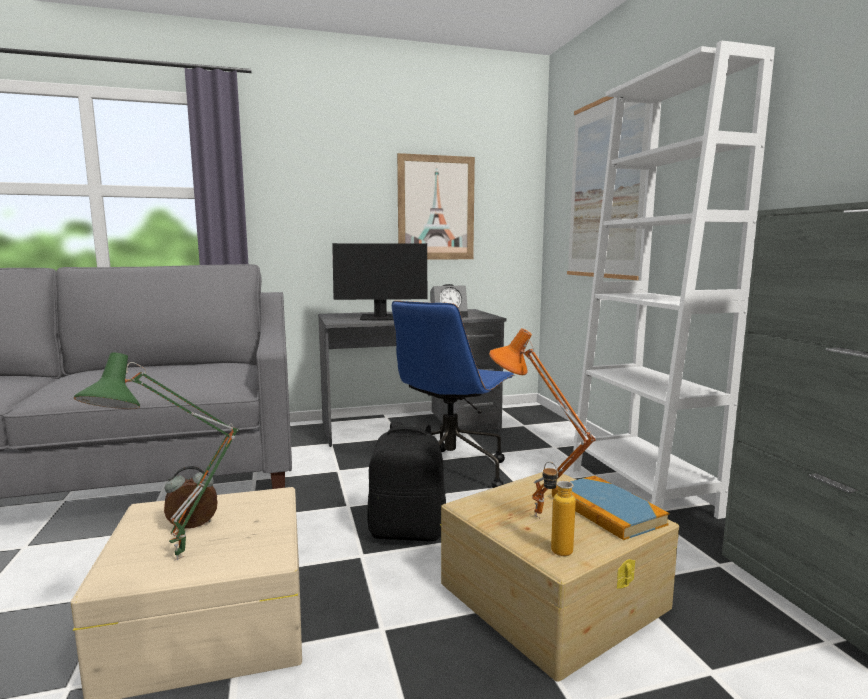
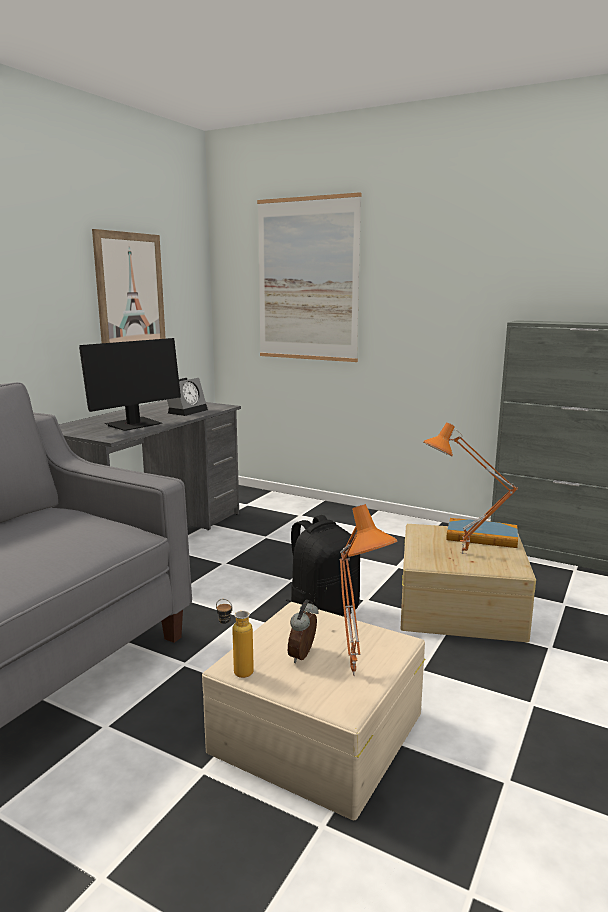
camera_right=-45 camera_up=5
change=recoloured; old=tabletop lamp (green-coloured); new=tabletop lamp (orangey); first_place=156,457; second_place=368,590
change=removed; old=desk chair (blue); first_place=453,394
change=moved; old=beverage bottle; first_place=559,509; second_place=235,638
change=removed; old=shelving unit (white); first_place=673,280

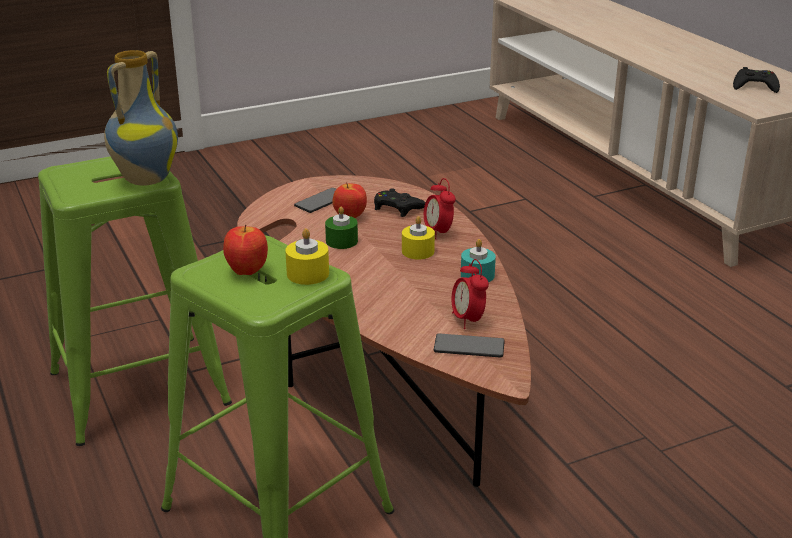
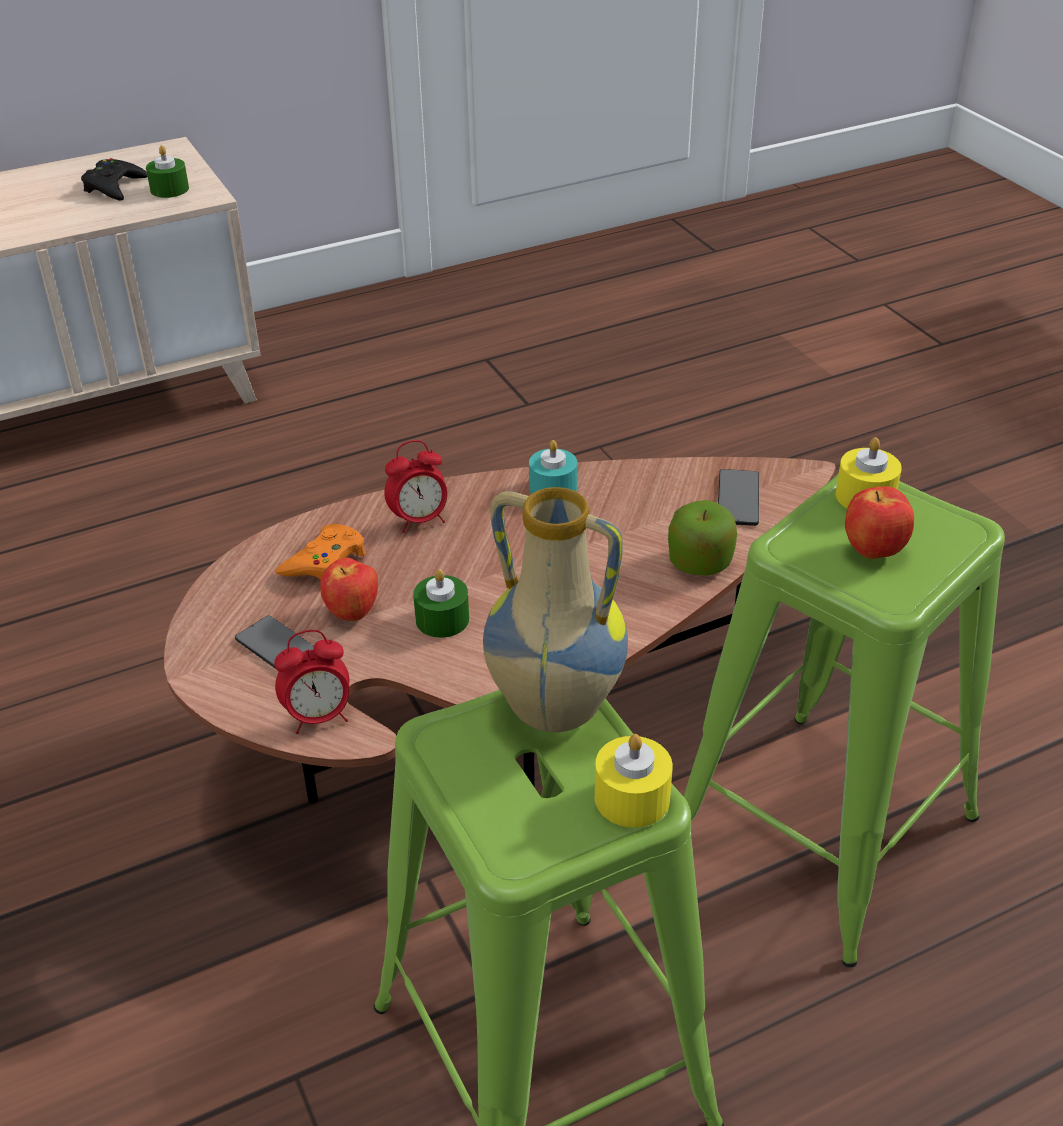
camera_right=-90 camera_up=10
change=recoloured; old=joypad (blackish); new=joypad (orangey); first_place=399,202; second_place=320,552
change=moved; old=wax light (yellow-coloured); first_place=418,238; second_place=634,781
change=moved; old=bedside clock; first_place=470,294; second_place=312,682
change=added; new=wax light (green-coloured); second_place=167,171
change=added; new=apple fruit; second_place=702,537

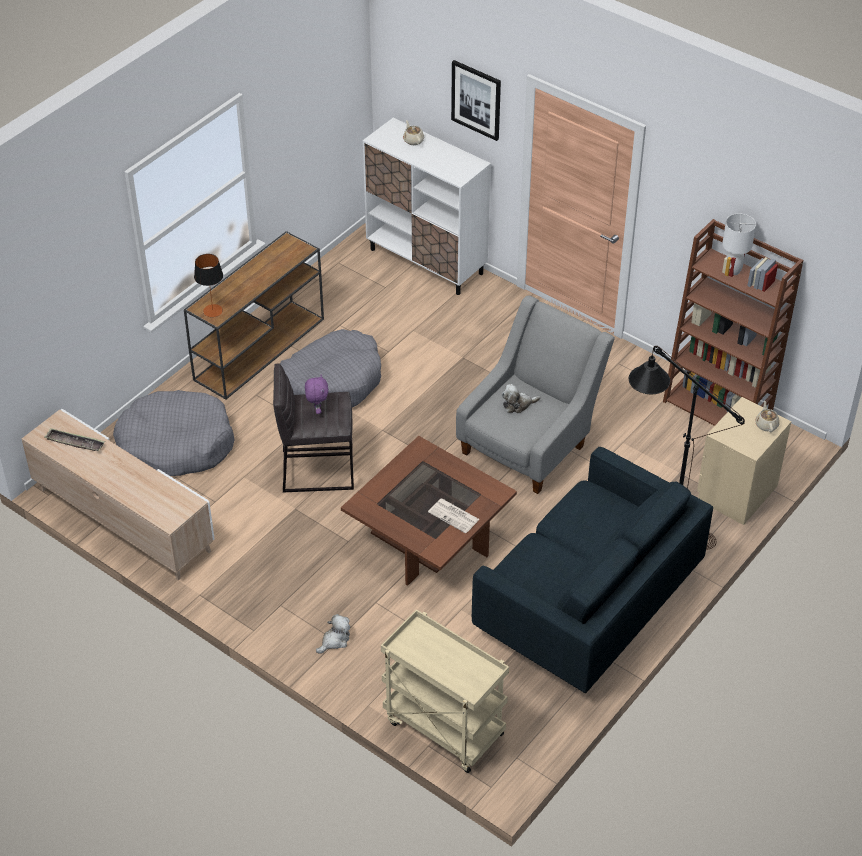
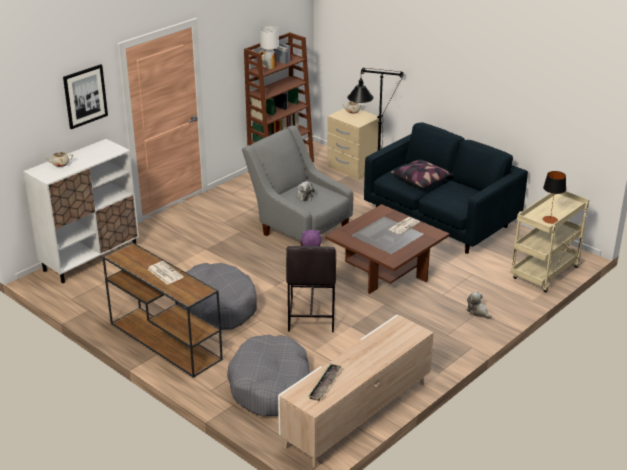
camera_right=-85 camera_up=-15
change=moved; old=tabletop lamp; first_place=208,285; second_place=554,197
change=added; new=printed paper; second_place=166,273
change=added; new=cushion; second_place=422,174

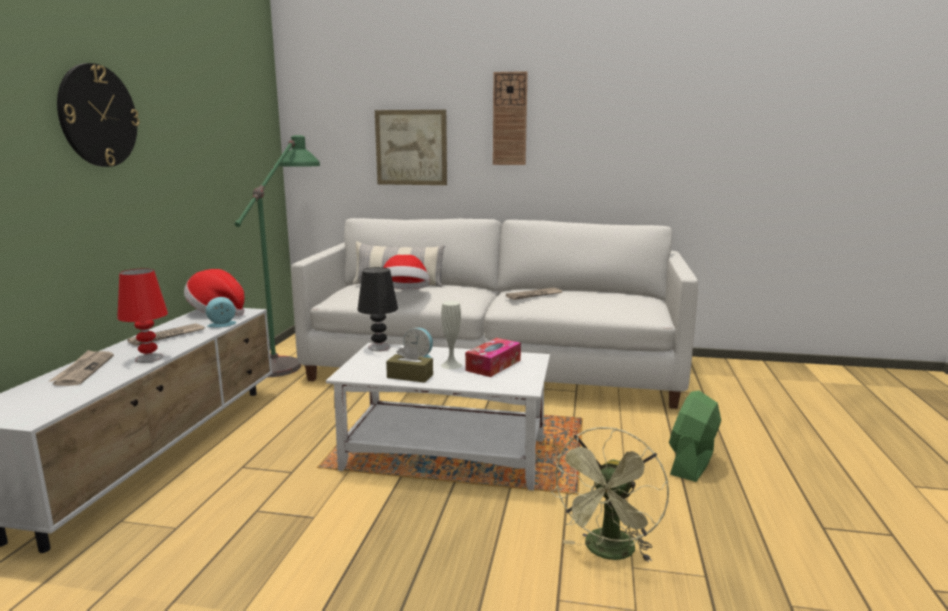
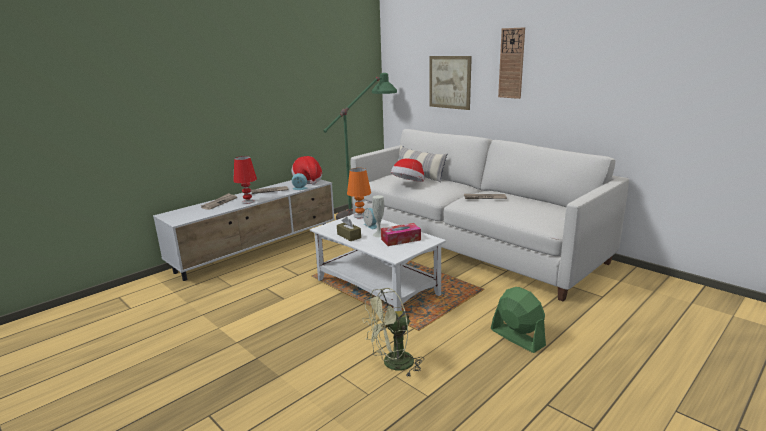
camera_right=35 camera_up=5
change=removed; old=hanging clock; first_place=98,115
change=recoloured; old=tabletop lamp (blackish); new=tabletop lamp (orangey); first_place=377,309; second_place=359,193
change=turned; old=electric fan (green-coloured); first_place=695,436; second_place=518,320; degrees=75

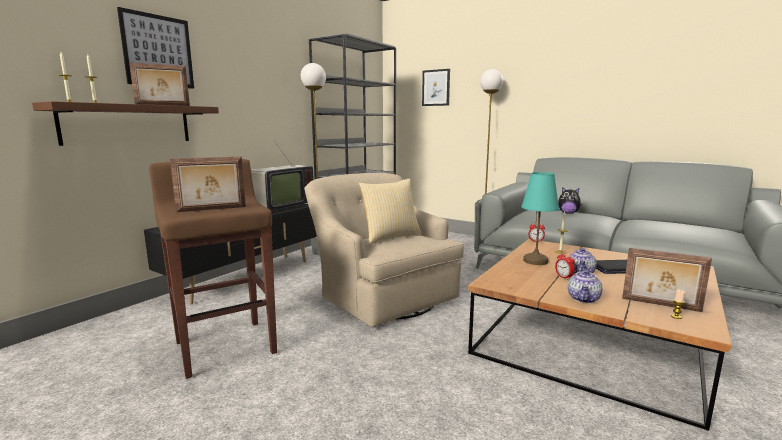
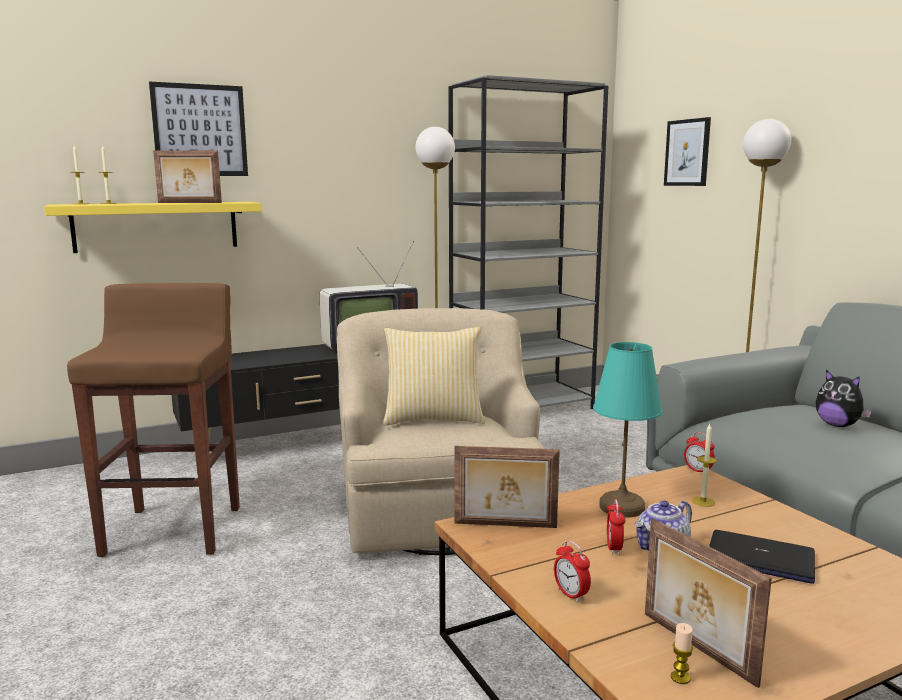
camera_right=30 camera_up=0
change=recoloured; old=shelf (brownish); new=shelf (yellow-coloured); first_place=125,123; second_place=153,227
change=moved; old=photo frame; first_place=208,184; second_place=507,487
change=replaced; old=tea pot; new=bedside clock; first_place=585,286; second_place=572,571

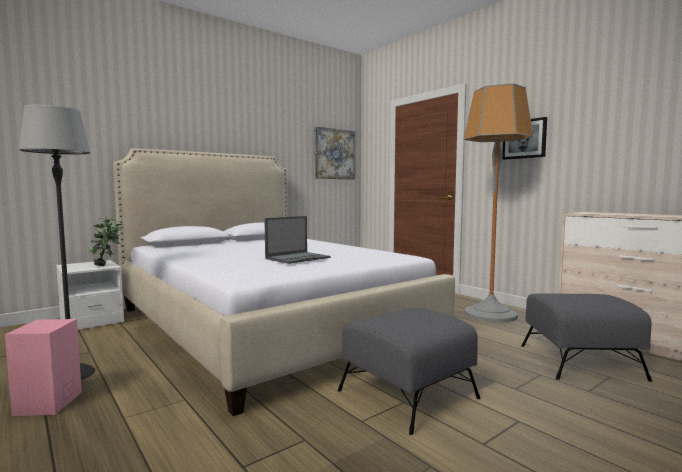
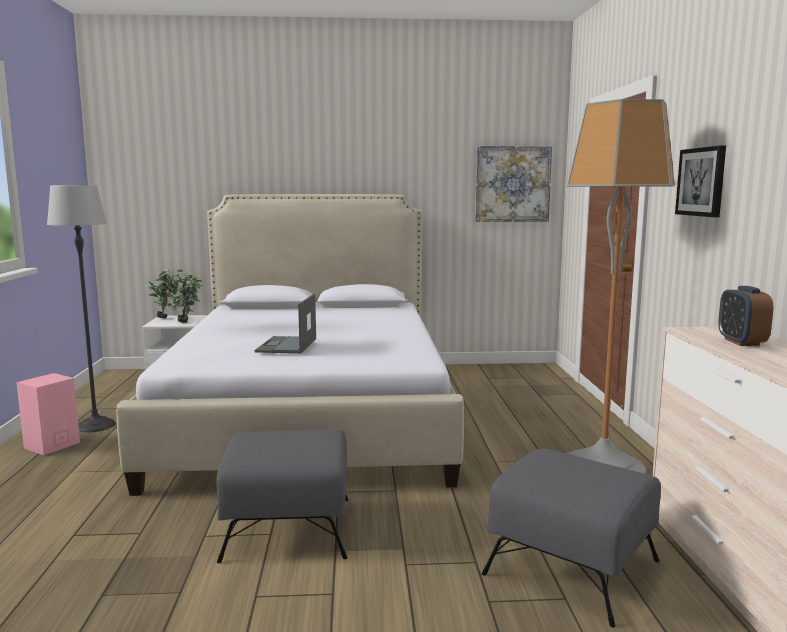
camera_right=35 camera_up=5
change=turned; old=laptop; first_place=297,240; second_place=285,324; degrees=105
change=added; new=plant in a pot; second_place=165,294
change=added; new=bedside clock; second_place=745,316

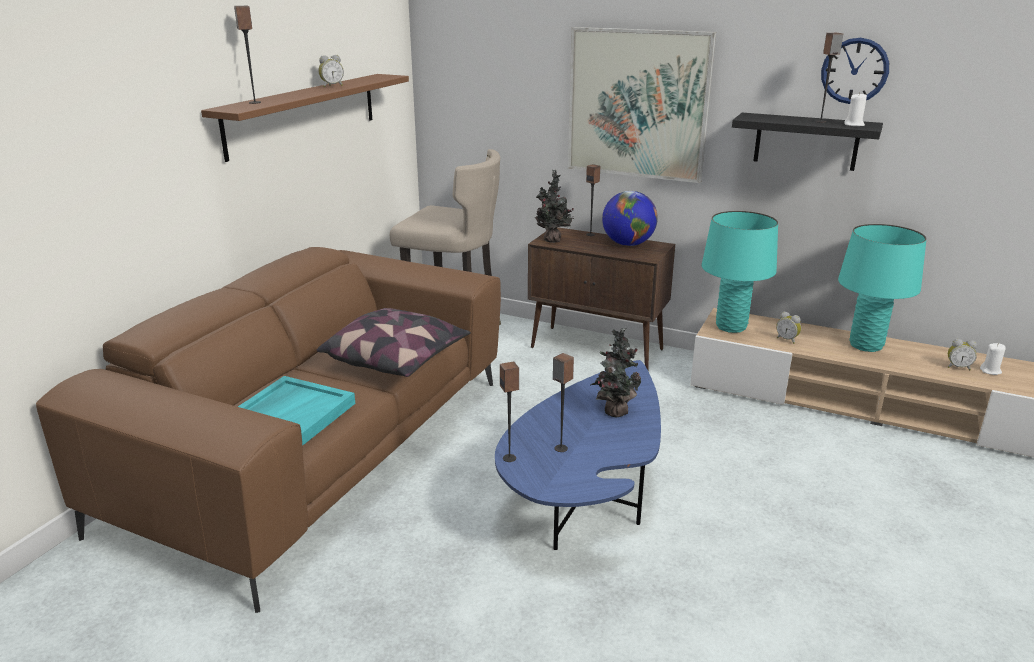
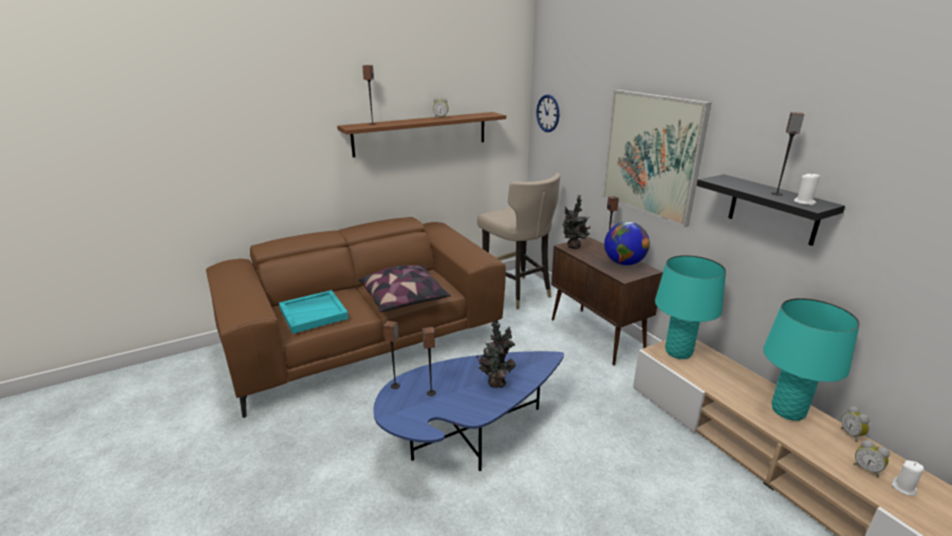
camera_right=35 camera_up=0
change=moved; old=bedside clock; first_place=788,327; second_place=855,424
change=moved; old=hanging clock; first_place=855,71; second_place=547,113

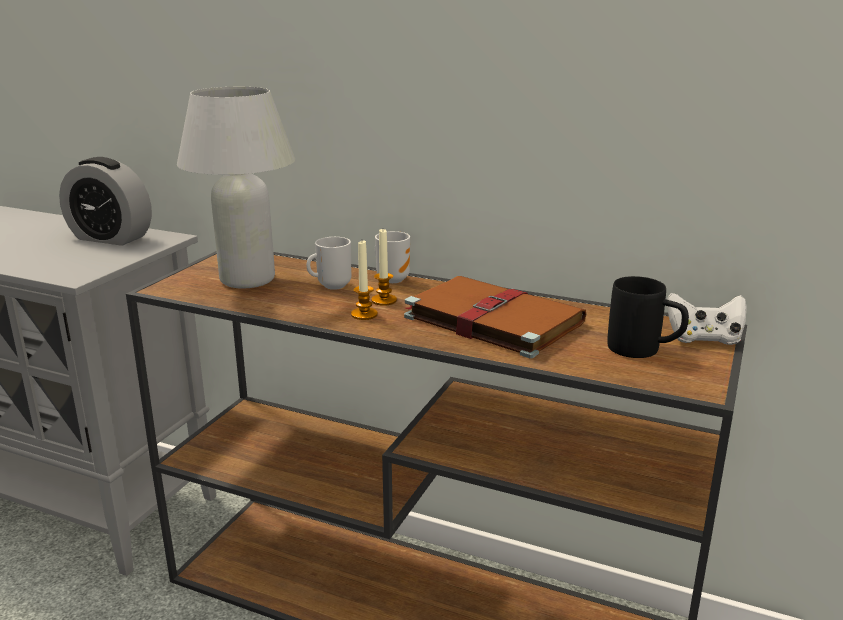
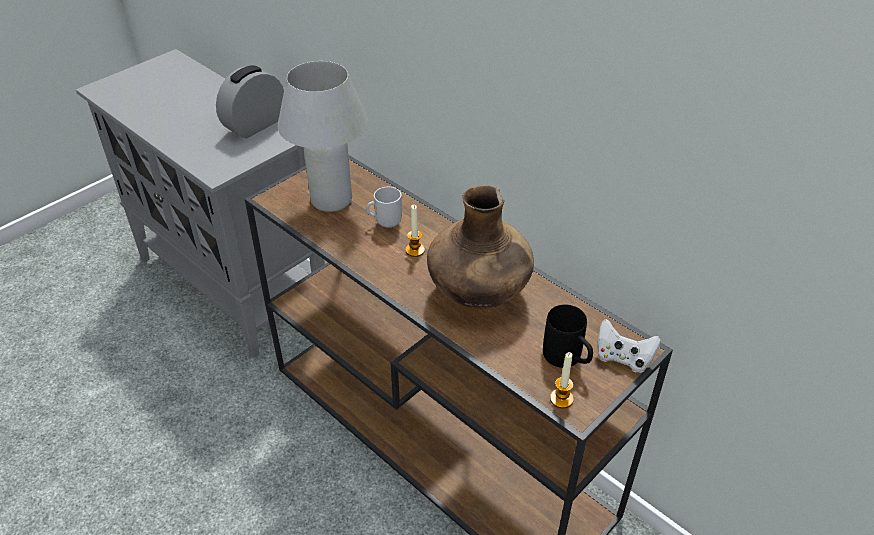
camera_right=20 camera_up=20
change=turned; old=bedside clock; first_place=105,201; second_place=250,101; degrees=90
change=moved; old=wax light; first_place=364,280; second_place=562,380
change=removed; old=tea mug; first_place=392,257
change=replaced; old=bound book (brownish); new=decorative vase (brownish); first_place=495,317; second_place=480,247

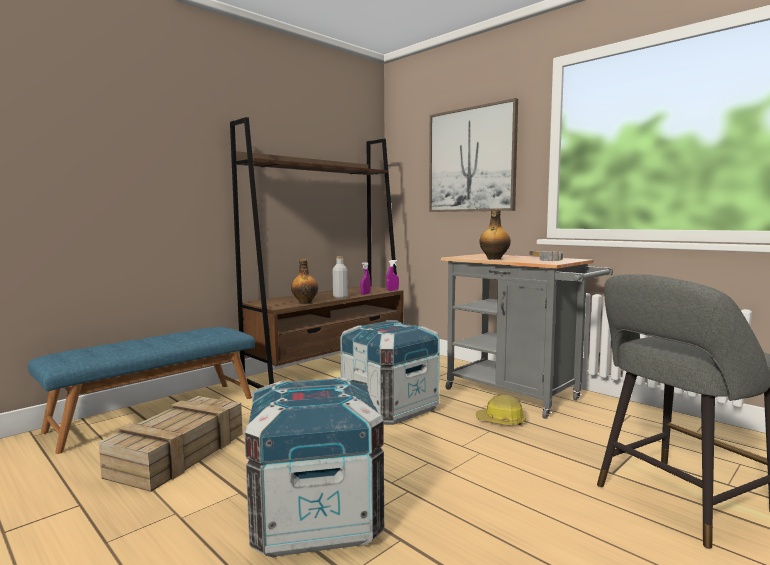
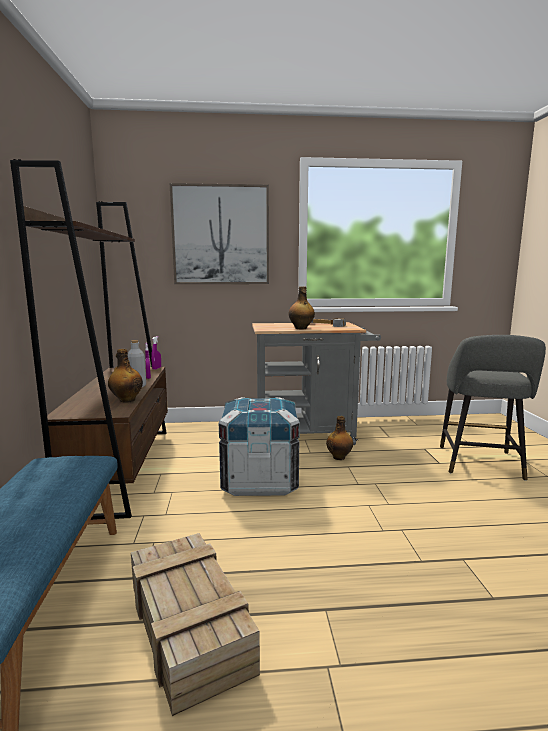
camera_right=-50 camera_up=5
change=removed; old=shipping crate; first_place=314,467
change=replaced; old=hard hat; new=beverage bottle; first_place=500,410; second_place=339,438

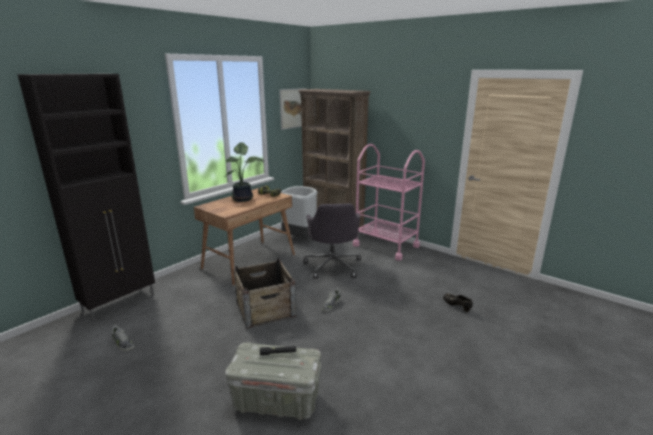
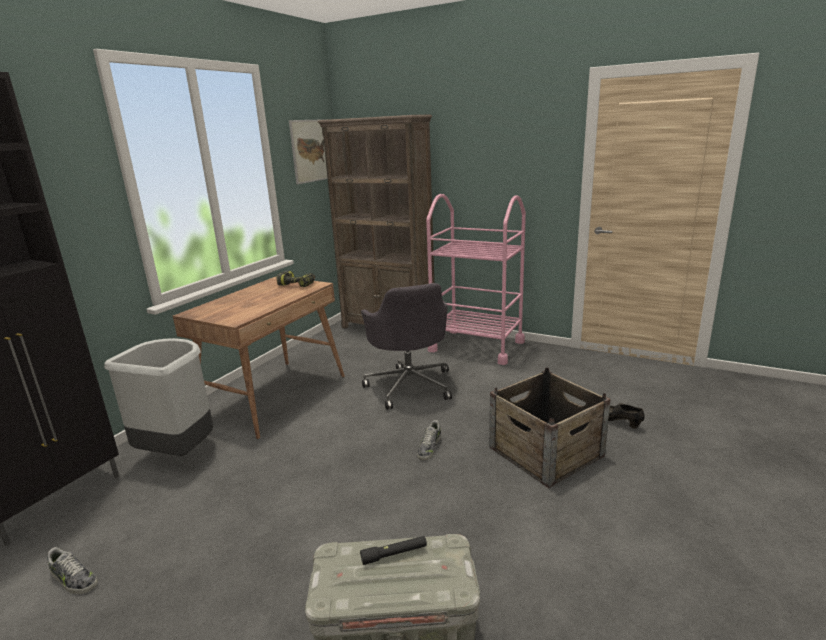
camera_right=-10 camera_up=0
change=removed; old=plant in a pot; first_place=244,172
change=moved; old=shipping crate; first_place=264,293; second_place=550,427
change=moved; old=rubbish bin (greyish); first_place=299,212; second_place=158,397

